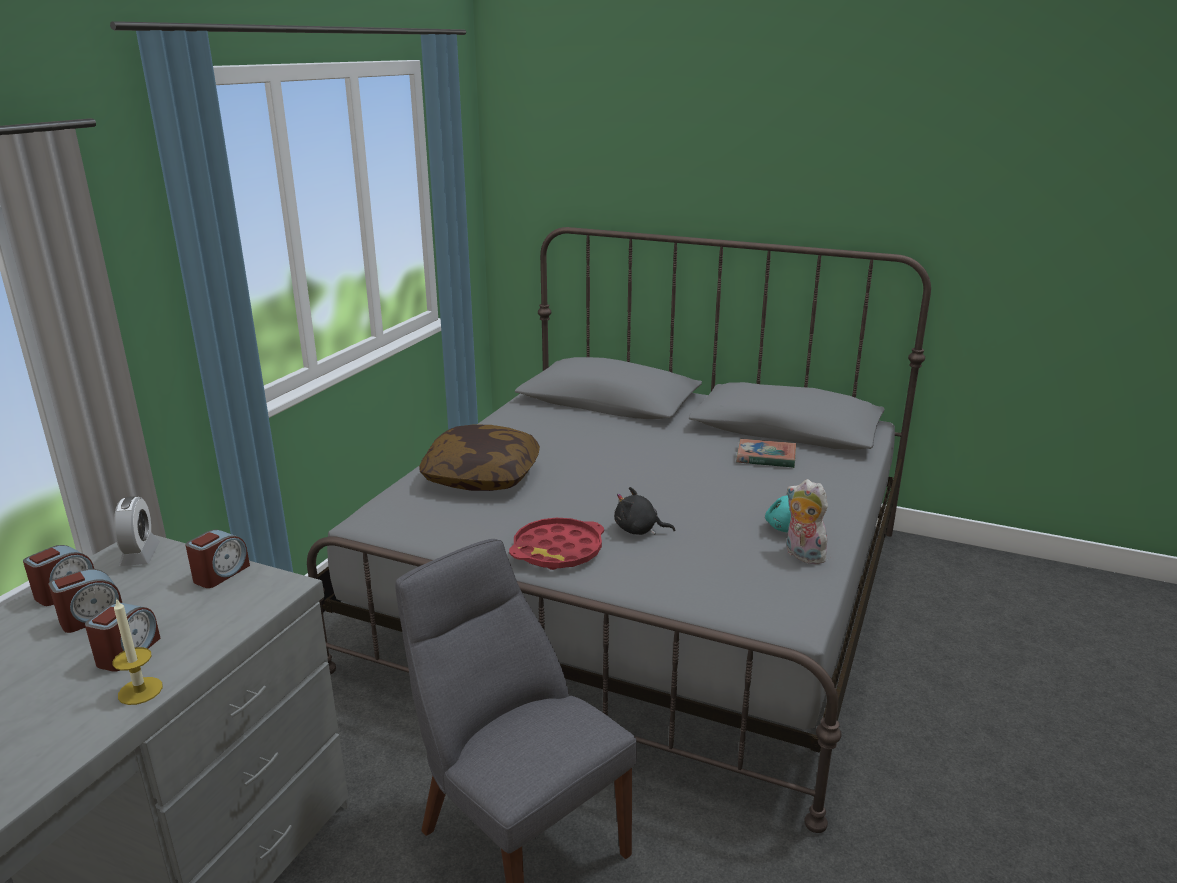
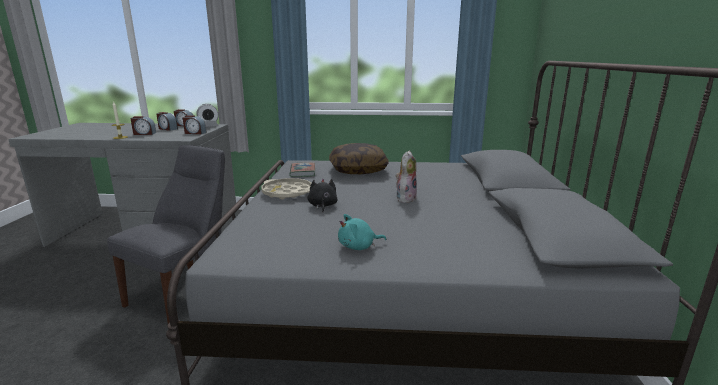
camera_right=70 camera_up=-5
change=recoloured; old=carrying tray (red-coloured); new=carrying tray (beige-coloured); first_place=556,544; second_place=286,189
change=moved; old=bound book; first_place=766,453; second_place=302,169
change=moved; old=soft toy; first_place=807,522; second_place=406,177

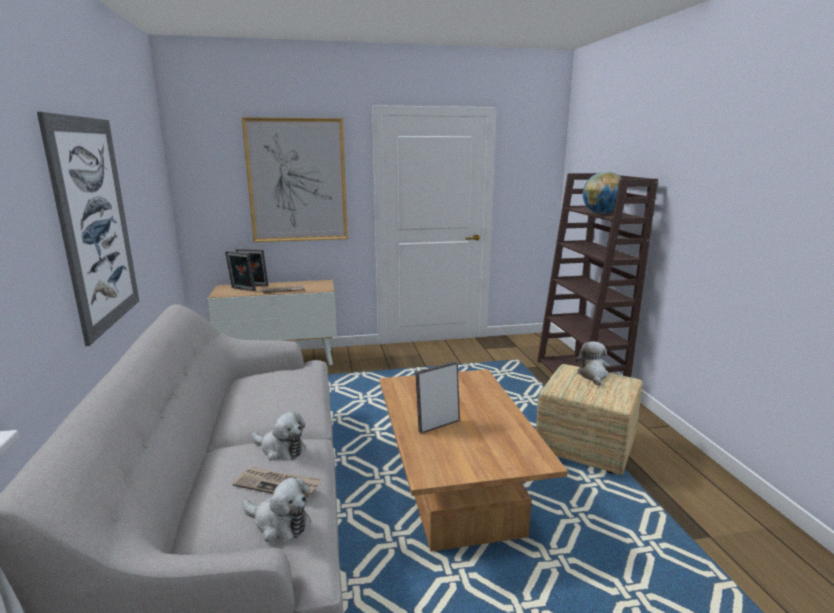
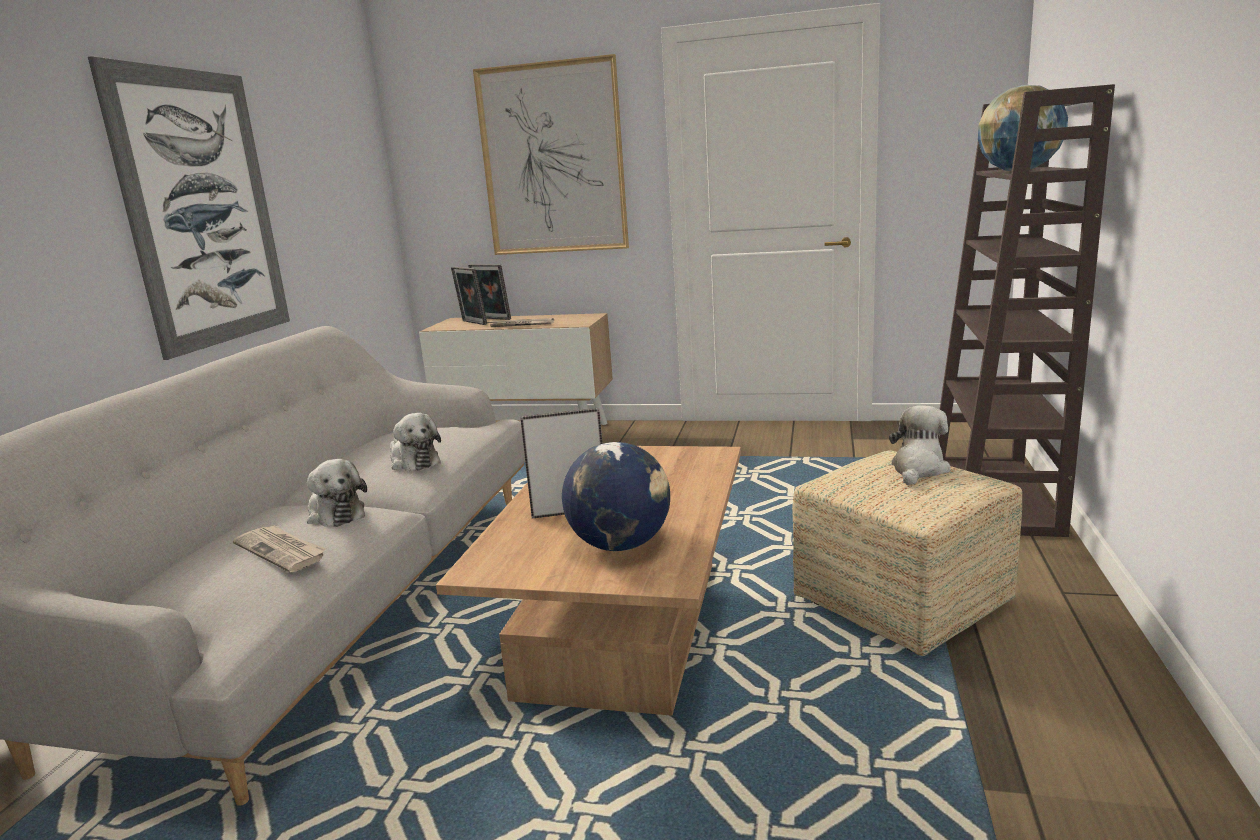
camera_right=25 camera_up=0
change=moved; old=soft toy; first_place=277,509; second_place=415,442
change=added; new=world globe; second_place=616,496

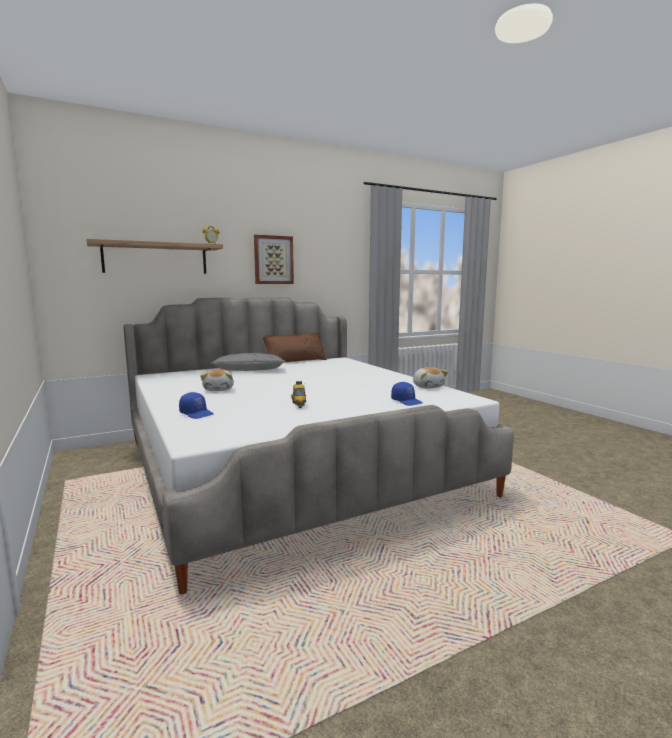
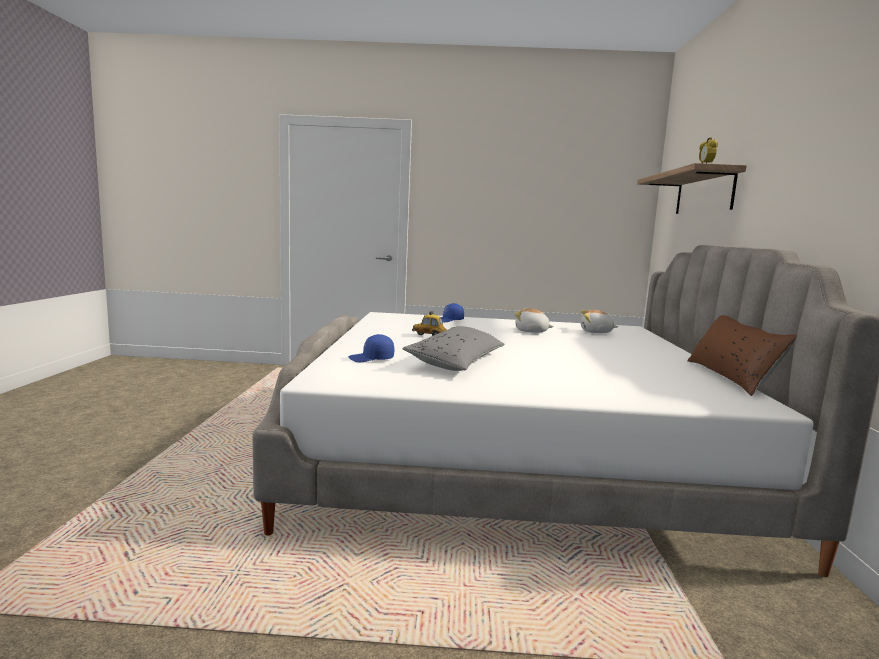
camera_right=120 camera_up=0
change=moved; old=cushion (greyish); first_place=248,362; second_place=453,348
change=removed; old=wall art; first_place=274,259
change=moved; old=soft toy; first_place=430,378; second_place=599,321

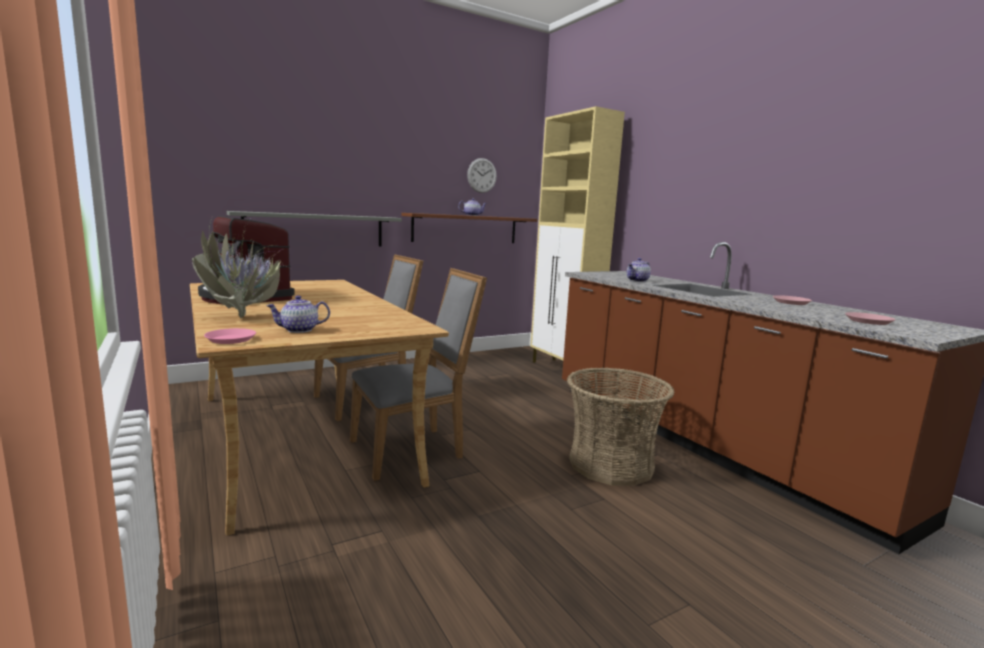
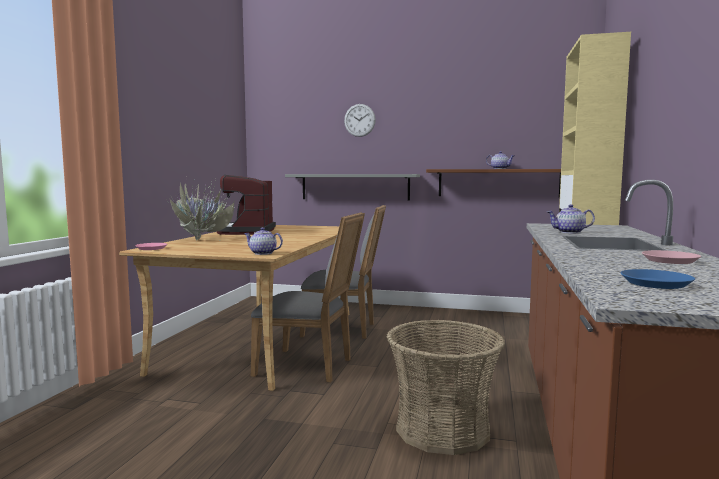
camera_right=45 camera_up=-5
change=moved; old=tea pot; first_place=298,314; second_place=263,241
change=moved; old=hanging clock; first_place=482,175; second_place=360,120
change=recoloured; old=flat dish (pink); new=flat dish (blue); first_place=870,318; second_place=657,279

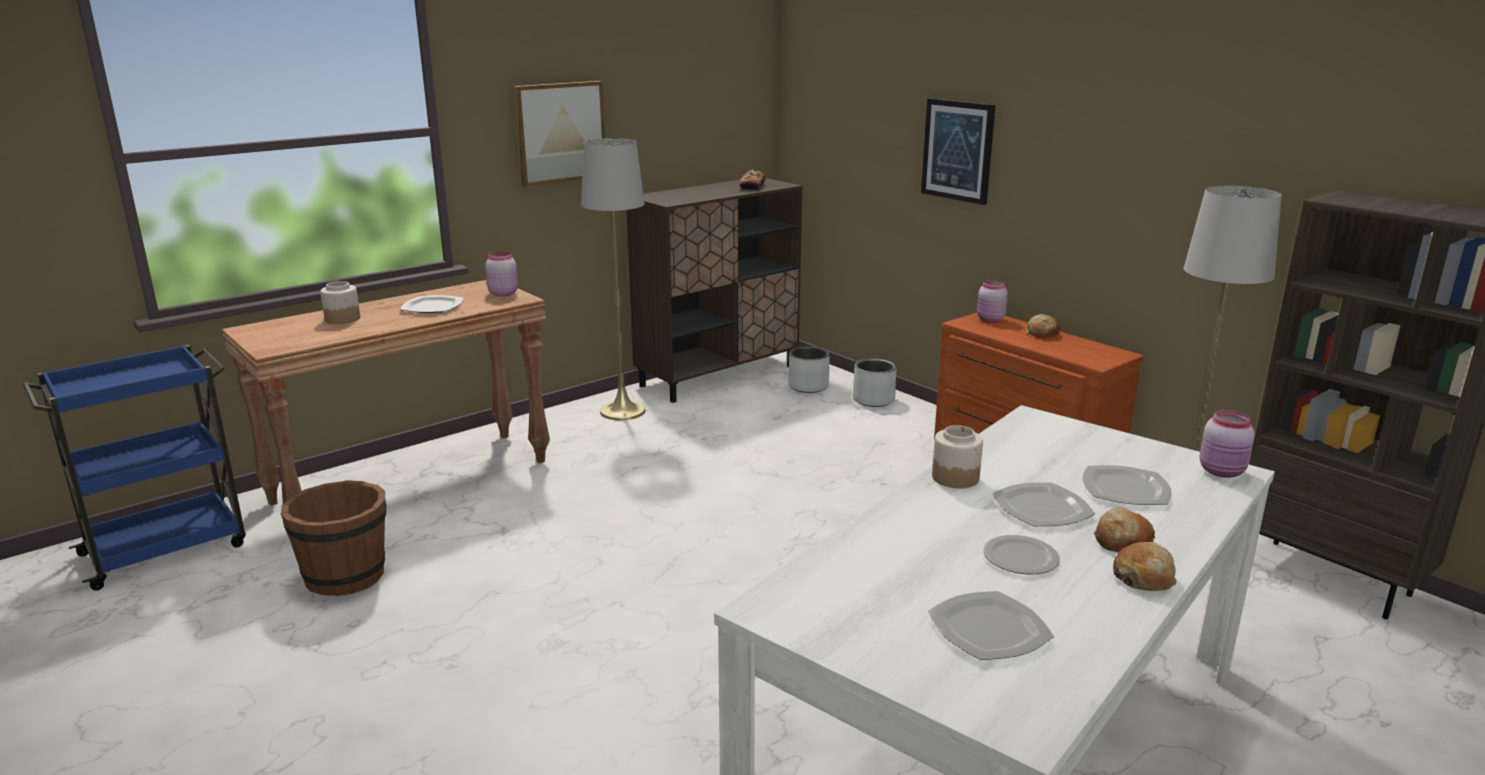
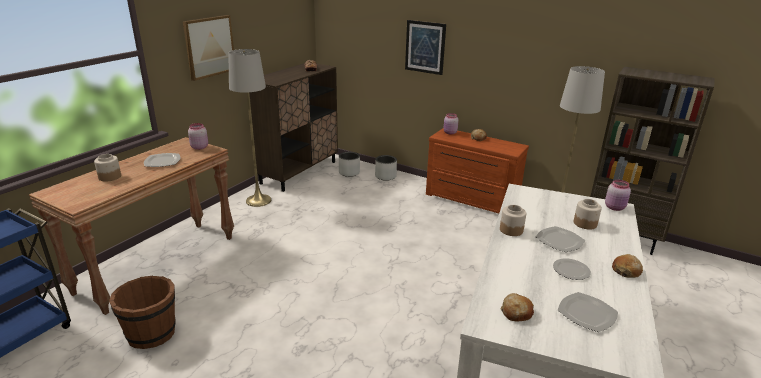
camera_right=-20 camera_up=5
change=replaced; old=flat dish; new=jar; first_place=1127,485; second_place=588,214
change=moved; old=baked bread; first_place=1124,529; second_place=517,307

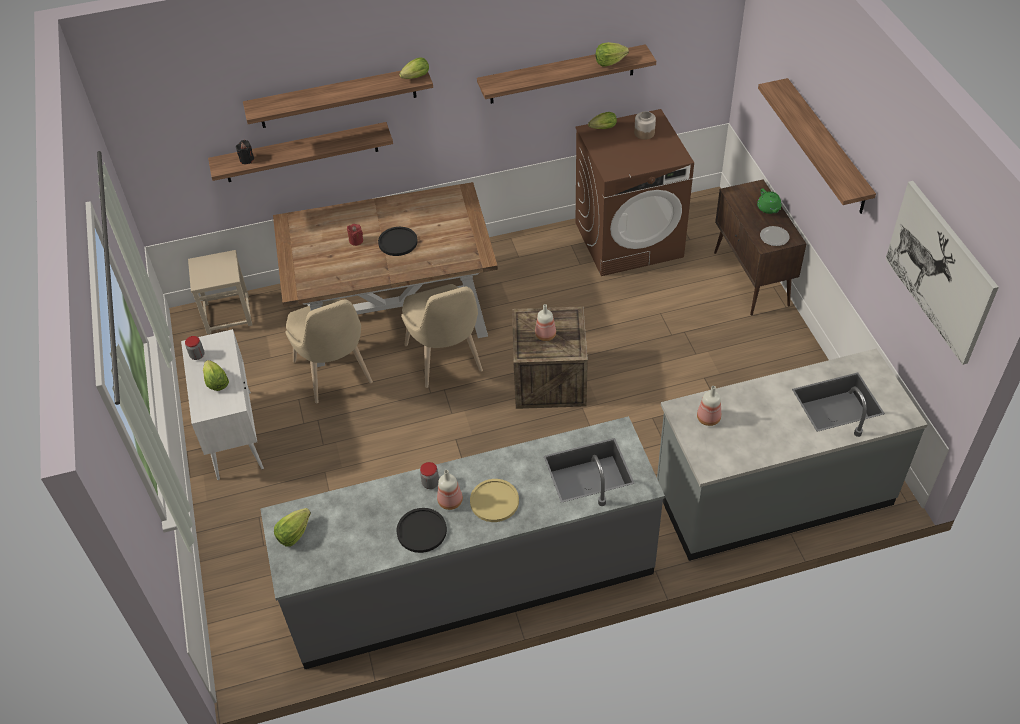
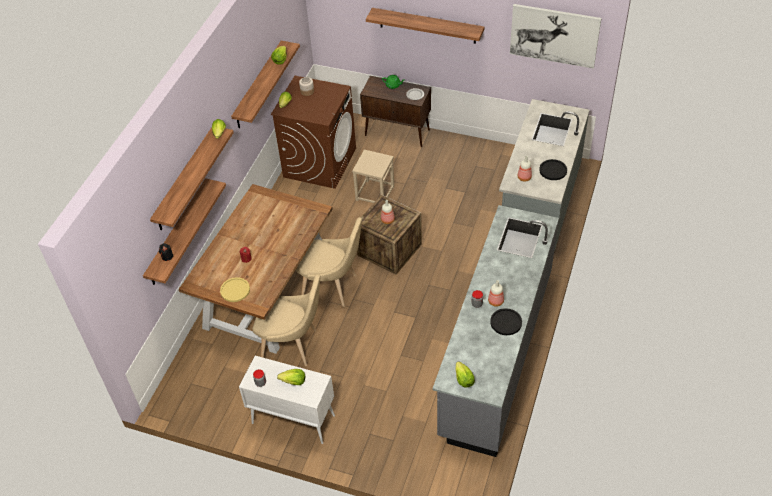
camera_right=-55 camera_up=0
change=moved; old=sitting stool (beige-coloured); first_place=220,292; second_place=373,176
change=moved; old=flat dish (blackish); first_place=398,241; second_place=553,169
change=moved; old=flat dish (yellow-coloured); first_place=494,500; second_place=235,289

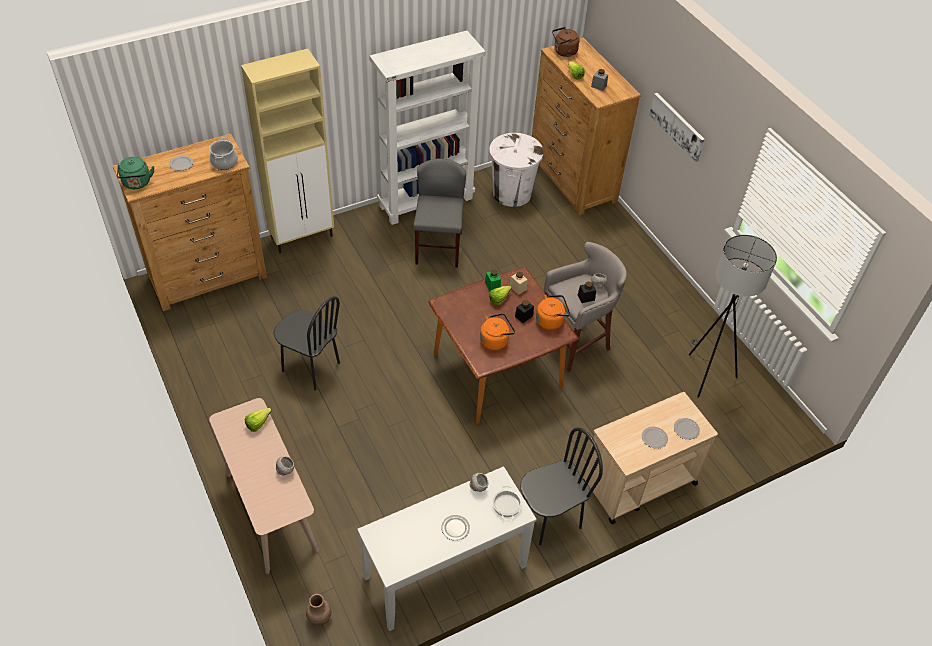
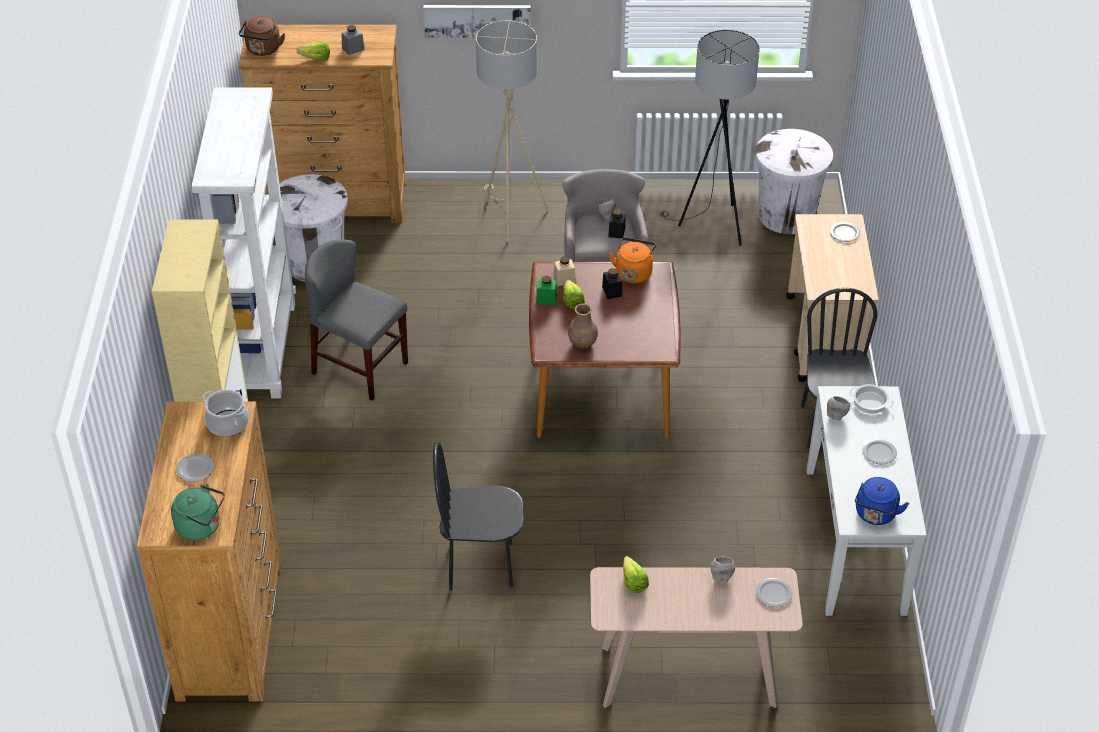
camera_right=-60 camera_up=-5
change=turned; old=chair (blackish); first_place=306,343; second_place=478,516; degrees=-150
change=moved; old=decorative vase (brownish); first_place=318,610; second_place=583,326
change=removed; old=water kettle (orangey); first_place=497,332
change=moved; old=flat dish; first_place=655,437; second_place=774,592
change=added; new=standard lamp (beige-coloured); second_place=512,130
change=added; new=rubbish bin (white); second_place=794,181
change=added; new=water kettle (blue); second_place=882,501

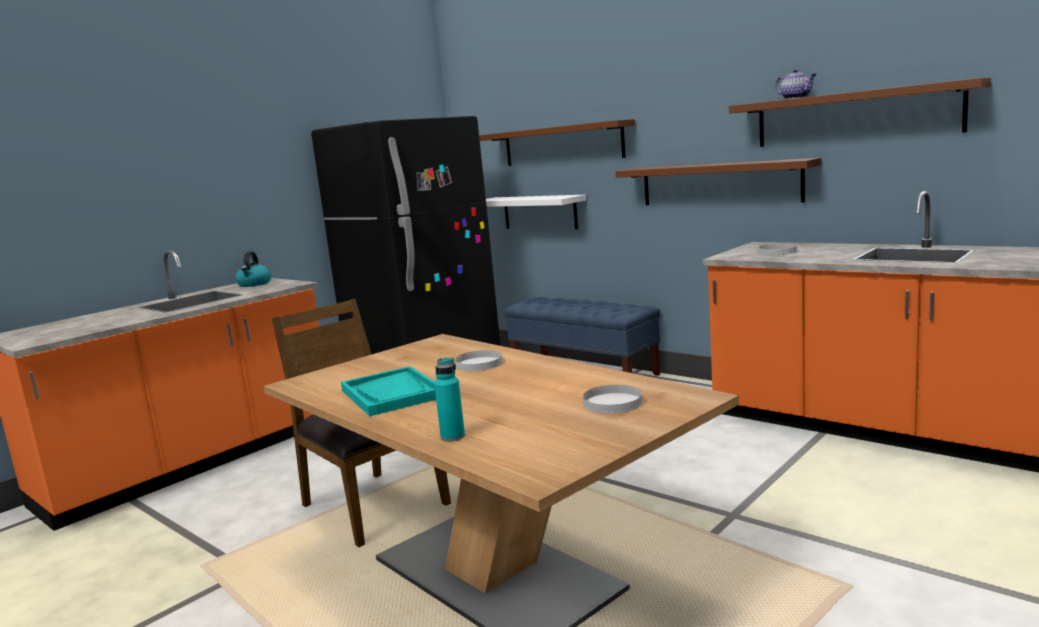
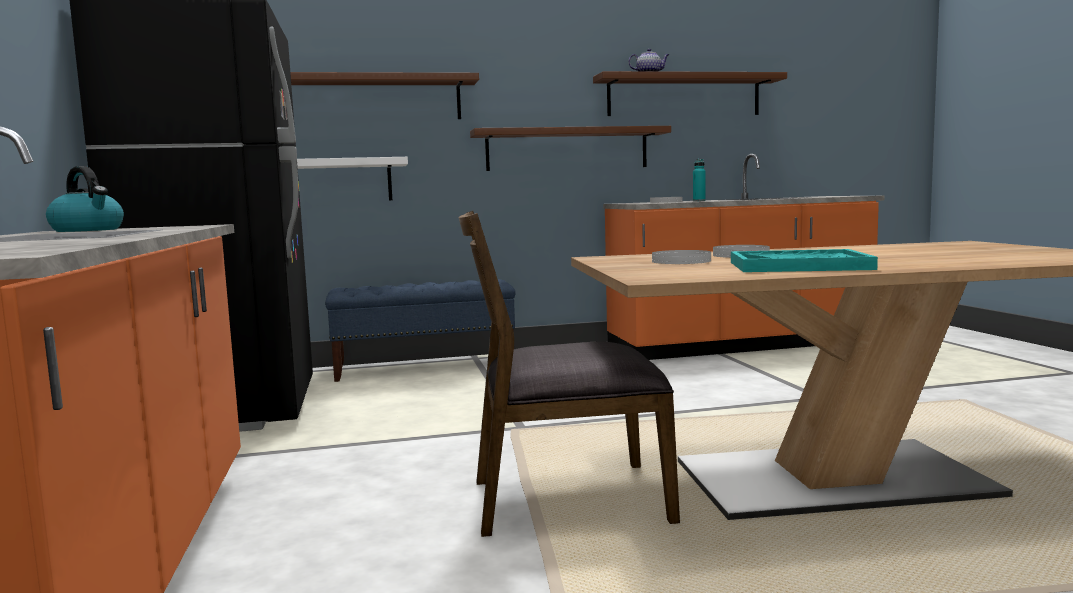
camera_right=-55 camera_up=-5
change=moved; old=beverage bottle (turquoise-coloured); first_place=449,399; second_place=699,180
change=moved; old=flat dish (white); first_place=613,399; second_place=681,257

